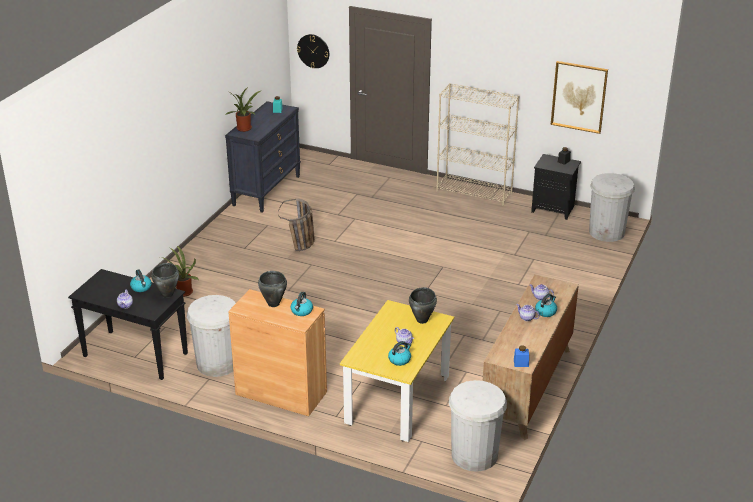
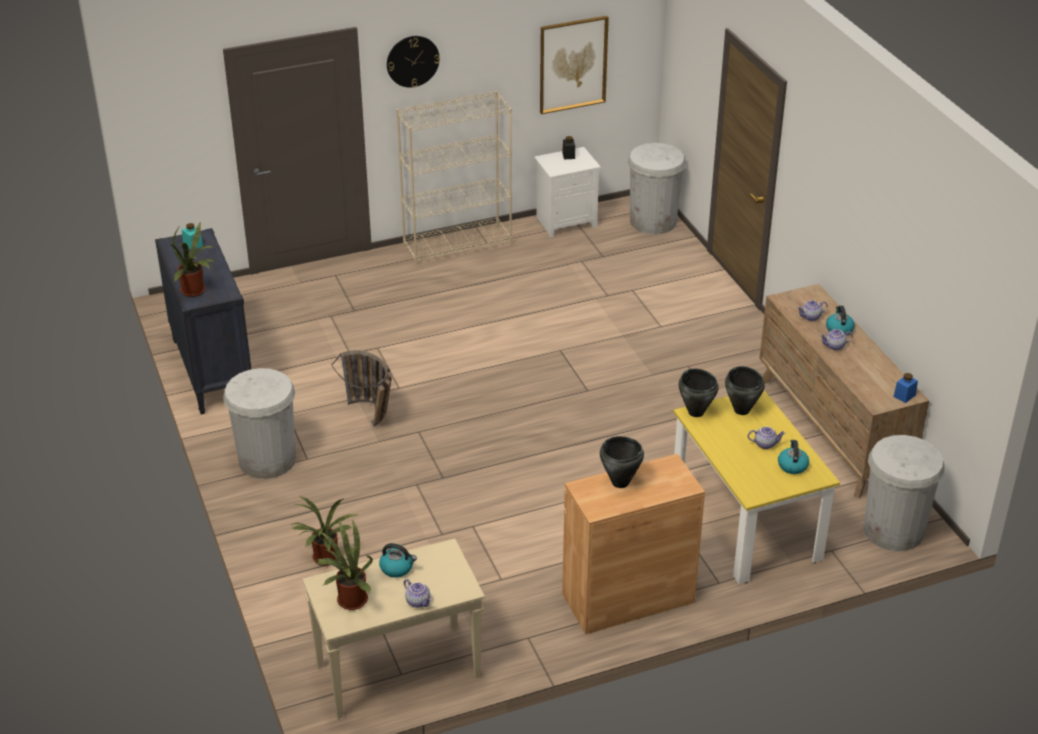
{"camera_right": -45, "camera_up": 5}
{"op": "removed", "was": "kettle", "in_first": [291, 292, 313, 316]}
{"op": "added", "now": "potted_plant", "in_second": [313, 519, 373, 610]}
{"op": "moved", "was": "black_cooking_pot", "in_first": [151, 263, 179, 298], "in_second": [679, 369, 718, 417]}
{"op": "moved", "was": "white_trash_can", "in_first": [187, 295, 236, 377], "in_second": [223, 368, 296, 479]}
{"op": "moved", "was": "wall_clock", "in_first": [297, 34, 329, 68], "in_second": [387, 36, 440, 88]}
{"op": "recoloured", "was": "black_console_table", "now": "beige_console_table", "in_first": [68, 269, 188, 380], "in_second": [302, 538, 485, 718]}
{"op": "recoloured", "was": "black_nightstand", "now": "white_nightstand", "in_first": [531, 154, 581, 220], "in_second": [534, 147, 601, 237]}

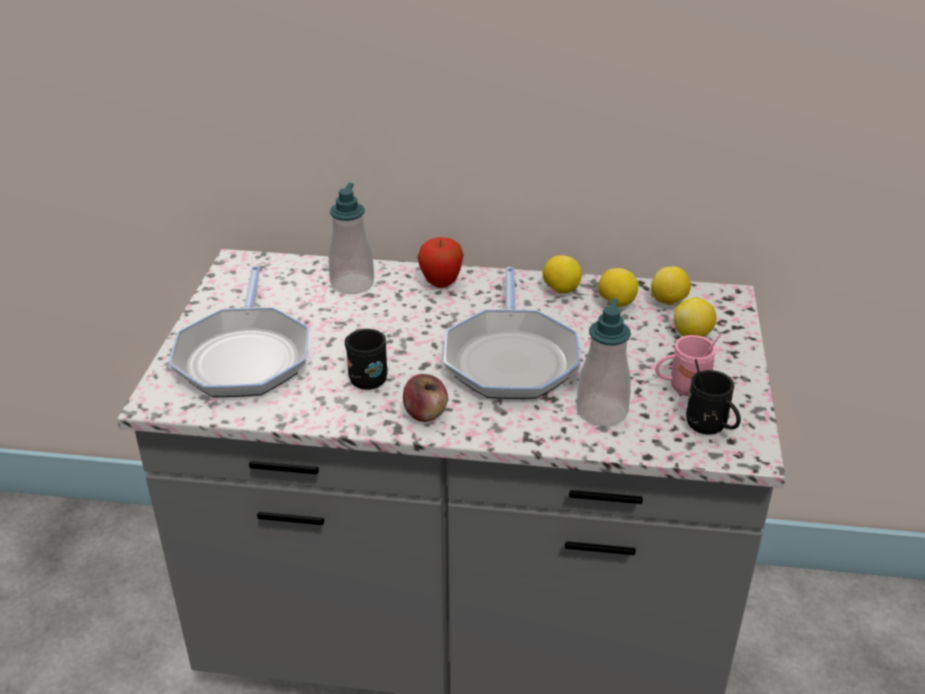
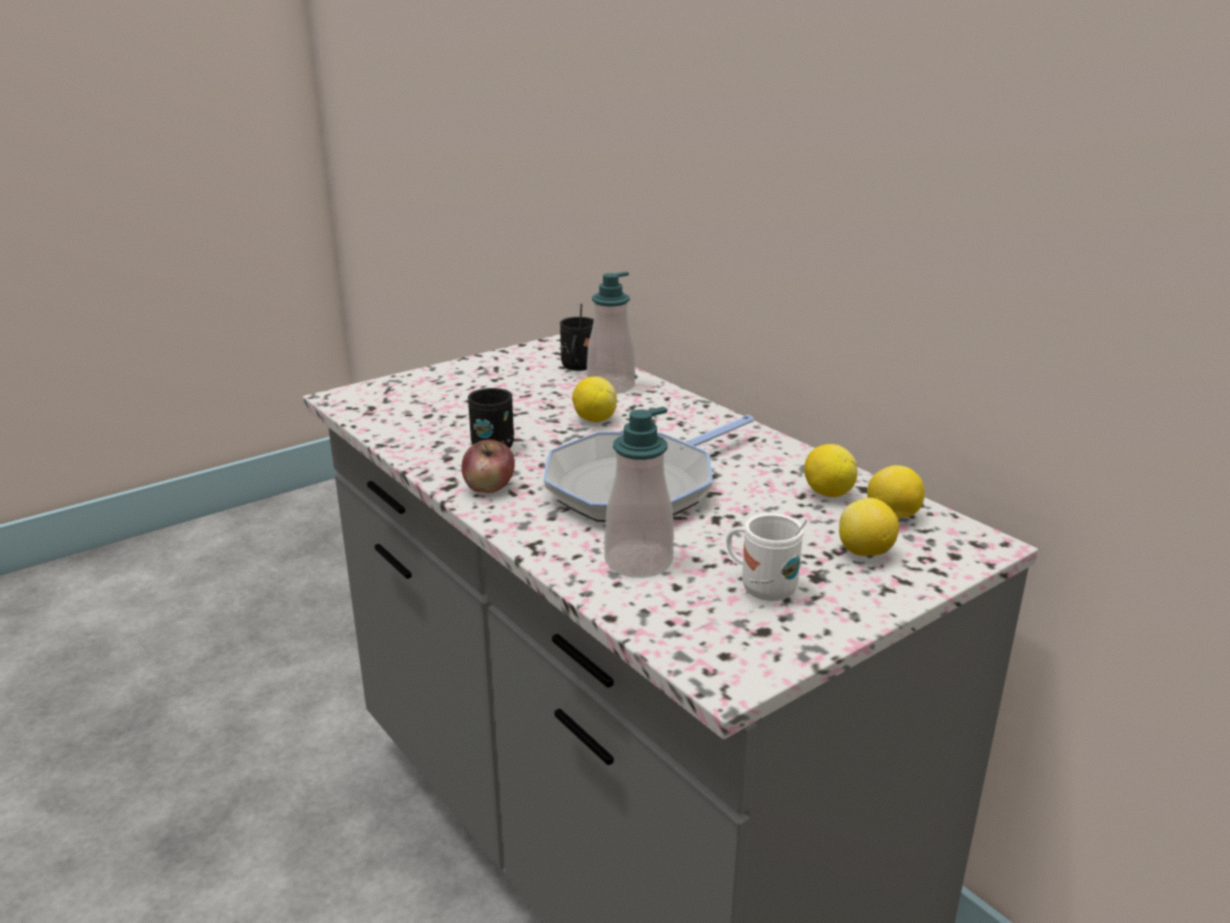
{"camera_right": 45, "camera_up": -10}
{"op": "removed", "was": "frying_pan", "in_first": [169, 265, 309, 397]}
{"op": "removed", "was": "apple", "in_first": [417, 237, 464, 288]}
{"op": "moved", "was": "lemon", "in_first": [543, 255, 582, 294], "in_second": [572, 376, 617, 422]}
{"op": "moved", "was": "black_mug", "in_first": [686, 359, 741, 434], "in_second": [560, 304, 594, 371]}
{"op": "recoloured", "was": "pink_mug", "now": "white_mug", "in_first": [655, 334, 722, 396], "in_second": [726, 513, 807, 601]}

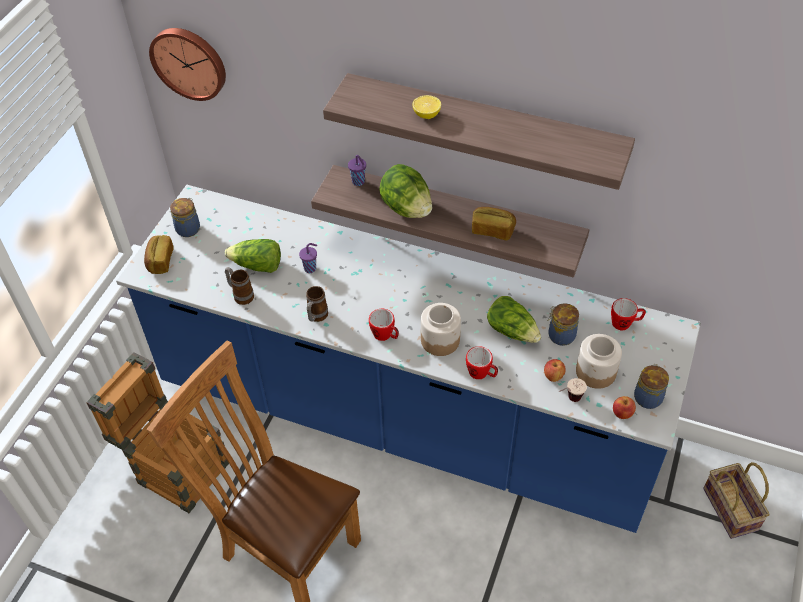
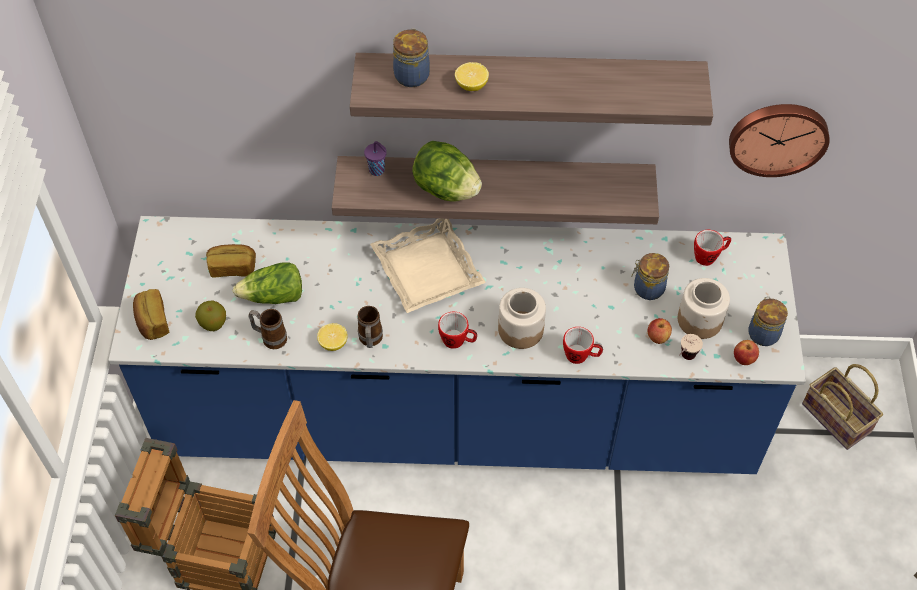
{"camera_right": -20, "camera_up": 5}
{"op": "removed", "was": "purple_cup", "in_first": [299, 243, 317, 273]}
{"op": "removed", "was": "lettuce", "in_first": [487, 296, 541, 343]}
{"op": "added", "now": "apple", "in_second": [195, 301, 226, 331]}
{"op": "added", "now": "lemon", "in_second": [317, 323, 348, 351]}
{"op": "added", "now": "beige_tray", "in_second": [370, 218, 486, 313]}
{"op": "moved", "was": "wall_clock", "in_first": [149, 28, 226, 101], "in_second": [729, 104, 830, 177]}
{"op": "moved", "was": "jar", "in_first": [170, 198, 200, 237], "in_second": [393, 29, 430, 87]}
{"op": "moved", "was": "bread", "in_first": [472, 207, 516, 240], "in_second": [206, 244, 256, 278]}

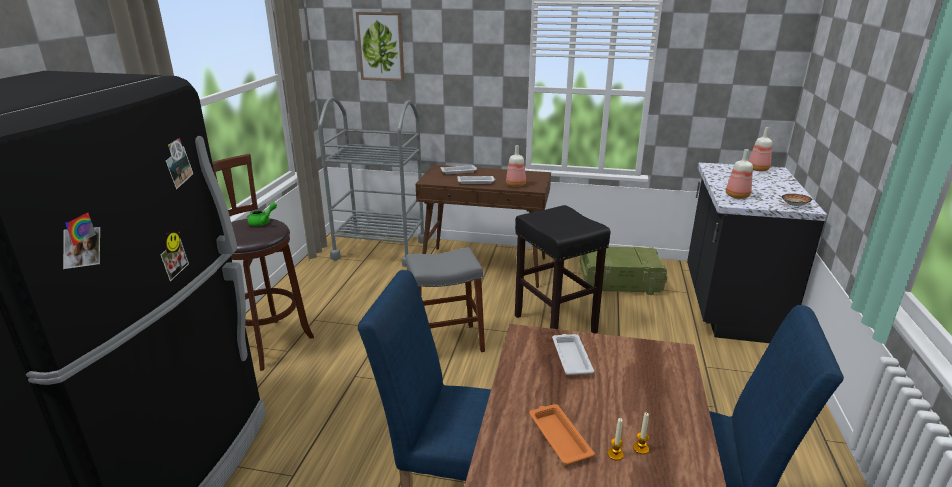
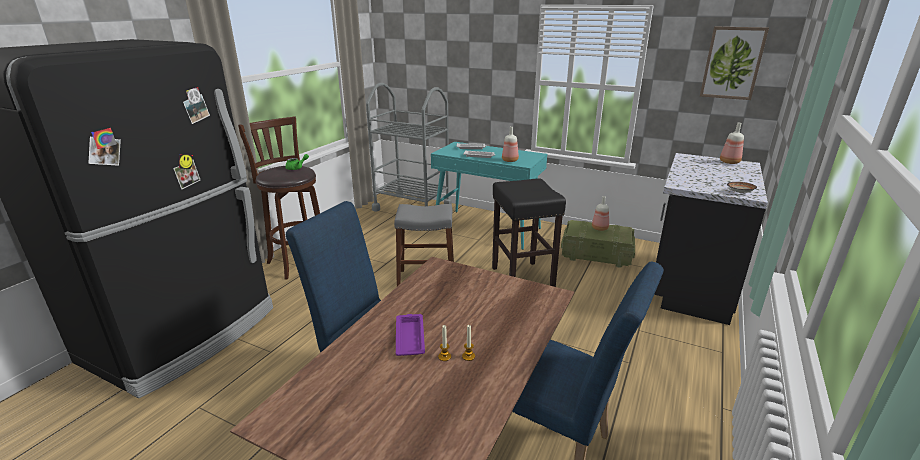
{"camera_right": 15, "camera_up": 0}
{"op": "removed", "was": "white_tray", "in_first": [552, 334, 594, 375]}
{"op": "moved", "was": "picture", "in_first": [356, 12, 405, 81], "in_second": [700, 26, 769, 100]}
{"op": "moved", "was": "bottle", "in_first": [726, 149, 753, 199], "in_second": [592, 196, 609, 231]}
{"op": "recoloured", "was": "brown_console_table", "now": "turquoise_console_table", "in_first": [415, 165, 551, 288], "in_second": [431, 142, 547, 250]}
{"op": "recoloured", "was": "orange_tray", "now": "purple_tray", "in_first": [529, 404, 595, 465], "in_second": [396, 314, 425, 356]}

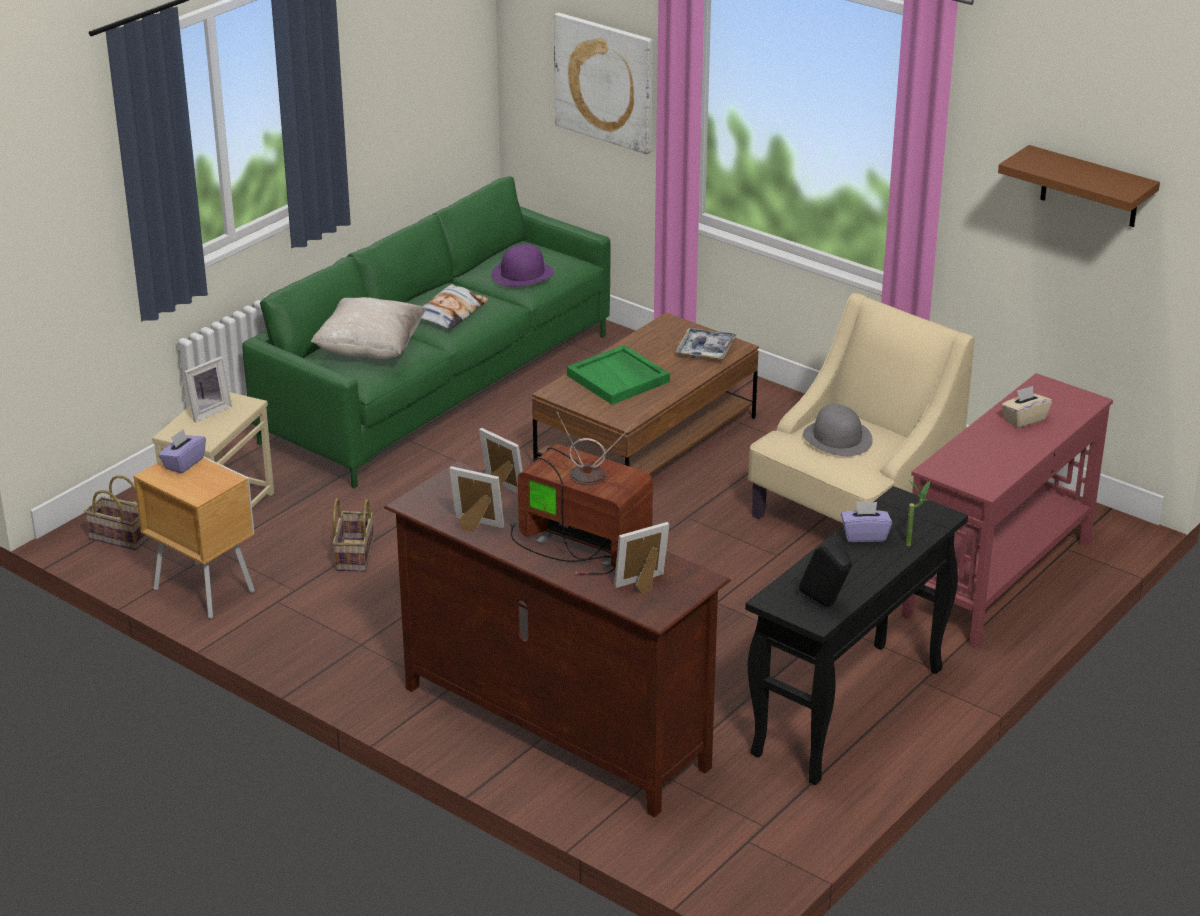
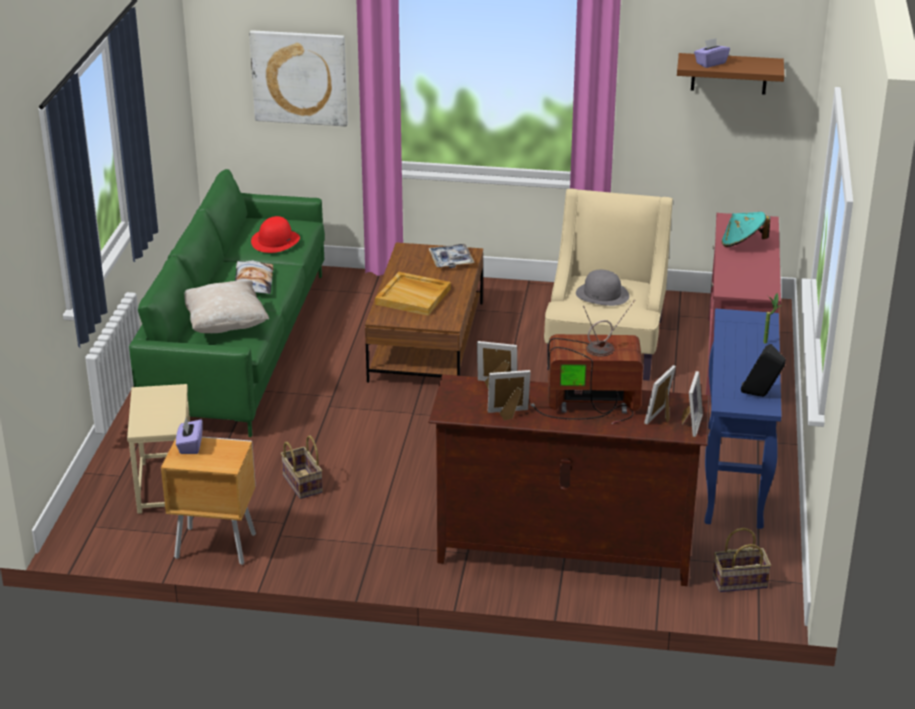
{"camera_right": -30, "camera_up": 0}
{"op": "moved", "was": "basket", "in_first": [84, 475, 150, 551], "in_second": [713, 528, 771, 592]}
{"op": "moved", "was": "picture_frame", "in_first": [184, 356, 232, 422], "in_second": [681, 371, 703, 437]}
{"op": "moved", "was": "purple_tissue_box", "in_first": [841, 501, 892, 542], "in_second": [694, 38, 730, 68]}
{"op": "replaced", "was": "beige_tissue_box", "now": "turquoise_hat", "in_first": [1001, 386, 1052, 428], "in_second": [722, 212, 770, 247]}
{"op": "recoloured", "was": "purple_hat", "now": "red_hat", "in_first": [491, 244, 554, 287], "in_second": [251, 216, 300, 253]}
{"op": "recoloured", "was": "green_tray", "now": "beige_tray", "in_first": [567, 345, 670, 405], "in_second": [375, 272, 451, 316]}
{"op": "recoloured", "was": "black_console_table", "now": "blue_console_table", "in_first": [745, 486, 968, 785], "in_second": [705, 309, 782, 529]}

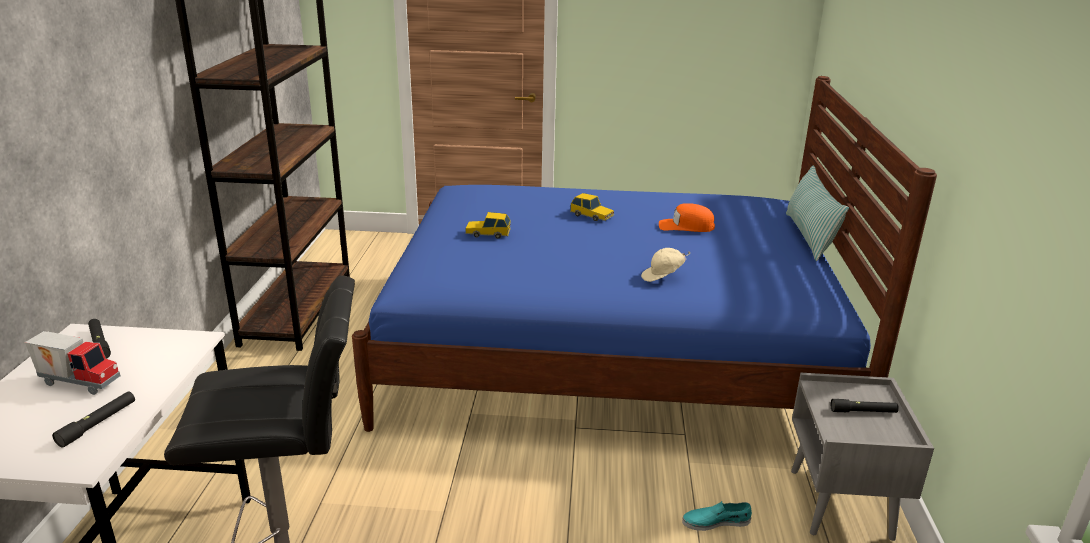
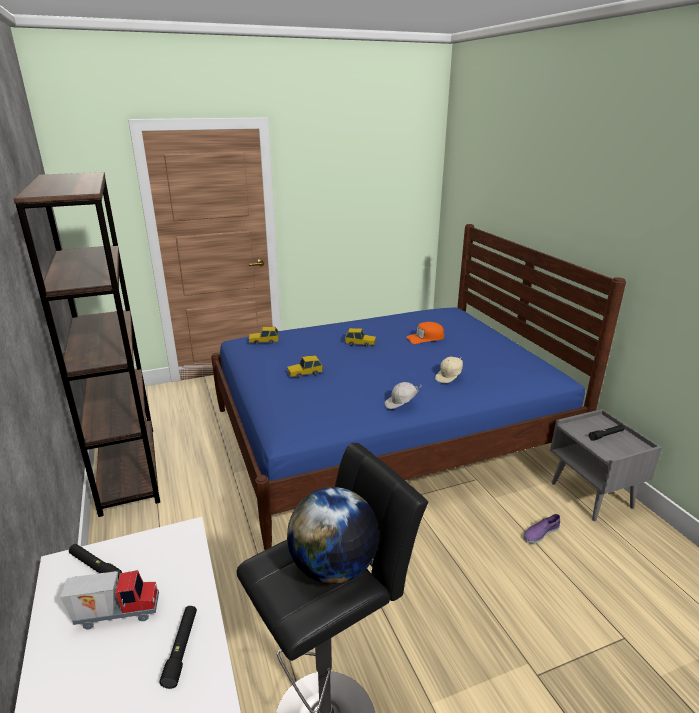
{"camera_right": -25, "camera_up": 0}
{"op": "removed", "was": "pillow", "in_first": [786, 166, 849, 261]}
{"op": "added", "now": "toy_car", "in_second": [249, 327, 279, 344]}
{"op": "added", "now": "globe", "in_second": [287, 487, 379, 584]}
{"op": "added", "now": "white_cap", "in_second": [384, 382, 422, 409]}
{"op": "recoloured", "was": "turquoise_shoe", "now": "purple_shoe", "in_first": [682, 501, 752, 531], "in_second": [523, 514, 560, 544]}

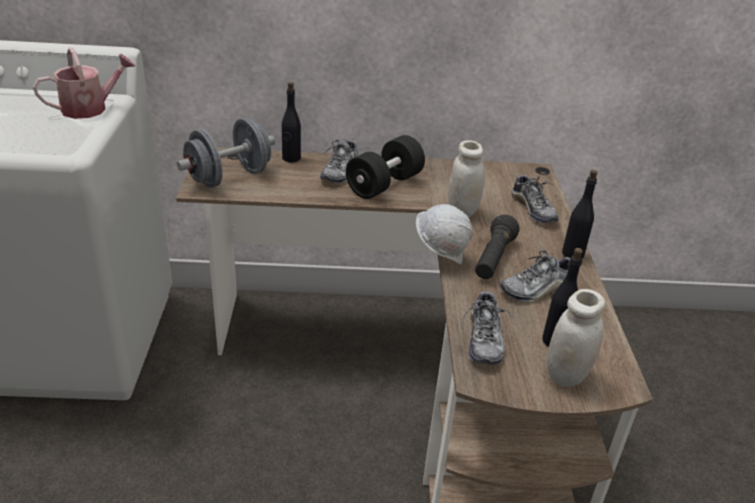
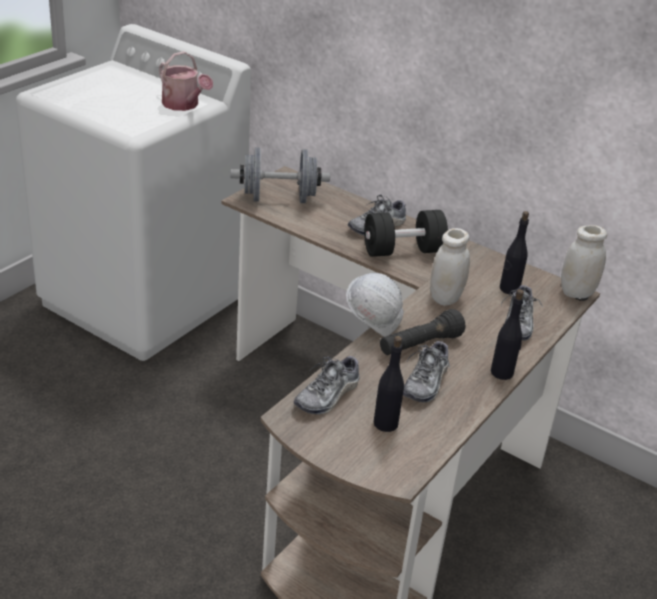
{"camera_right": 35, "camera_up": 0}
{"op": "moved", "was": "black_bottle", "in_first": [282, 82, 301, 163], "in_second": [500, 211, 529, 295]}
{"op": "moved", "was": "white_jar", "in_first": [547, 289, 605, 388], "in_second": [561, 225, 607, 298]}
{"op": "turned", "was": "watering_can", "in_first": [33, 47, 135, 119], "in_second": [159, 51, 213, 111], "clockwise": 45}
{"op": "turned", "was": "shoe", "in_first": [500, 250, 571, 303], "in_second": [403, 340, 450, 403], "clockwise": -75}

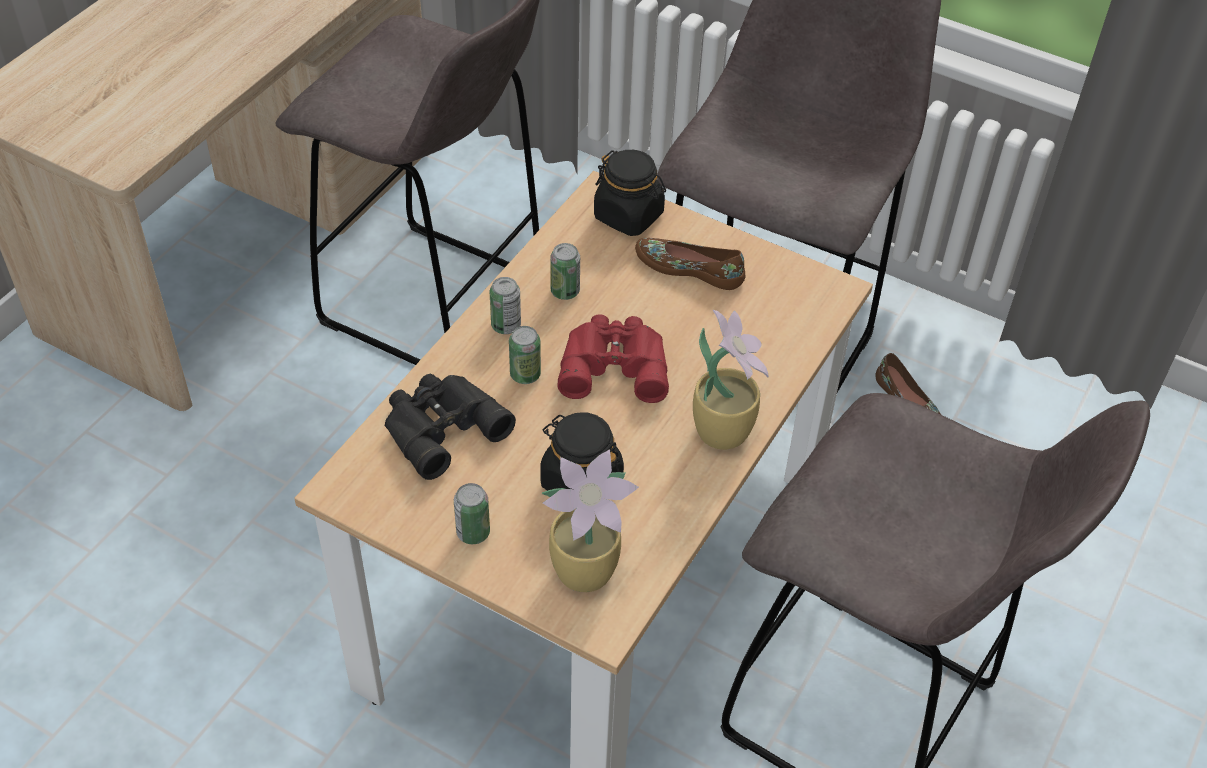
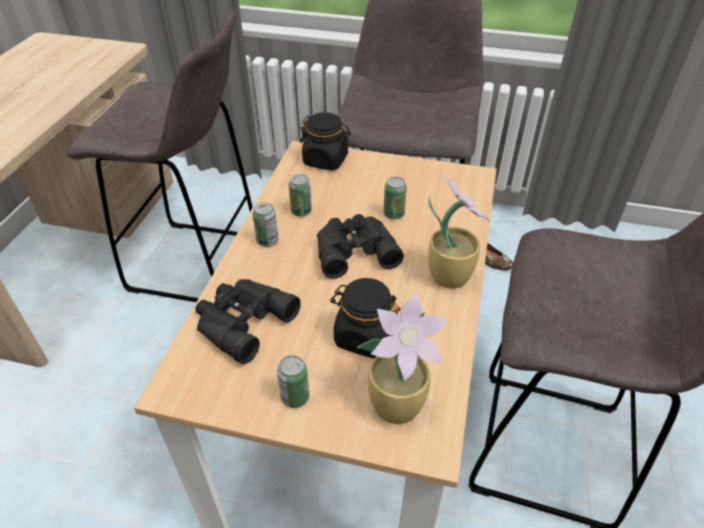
{"camera_right": -15, "camera_up": -5}
{"op": "removed", "was": "brown_shoe", "in_first": [635, 238, 745, 290]}
{"op": "moved", "was": "can", "in_first": [509, 326, 541, 384], "in_second": [384, 177, 407, 219]}
{"op": "recoloured", "was": "red_binoculars", "now": "black_binoculars", "in_first": [557, 314, 669, 403], "in_second": [317, 214, 404, 278]}

